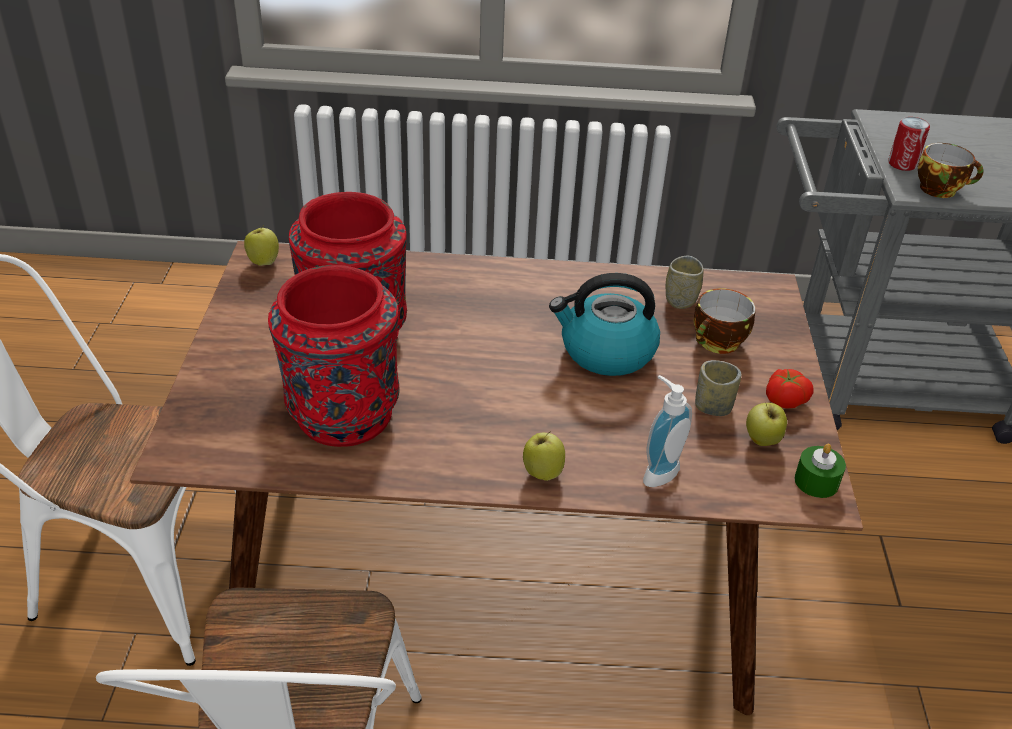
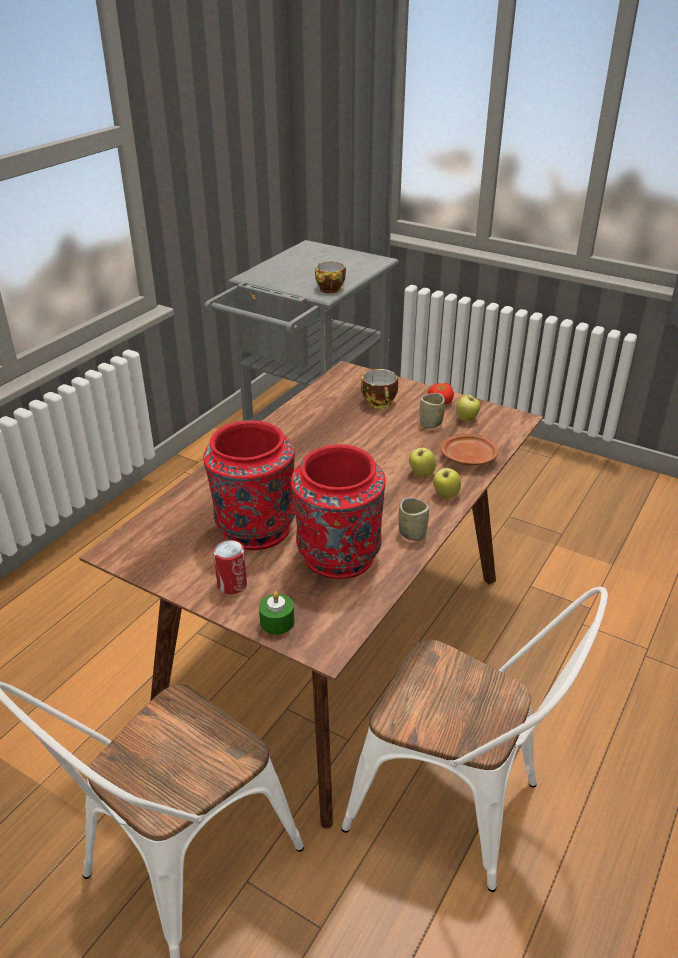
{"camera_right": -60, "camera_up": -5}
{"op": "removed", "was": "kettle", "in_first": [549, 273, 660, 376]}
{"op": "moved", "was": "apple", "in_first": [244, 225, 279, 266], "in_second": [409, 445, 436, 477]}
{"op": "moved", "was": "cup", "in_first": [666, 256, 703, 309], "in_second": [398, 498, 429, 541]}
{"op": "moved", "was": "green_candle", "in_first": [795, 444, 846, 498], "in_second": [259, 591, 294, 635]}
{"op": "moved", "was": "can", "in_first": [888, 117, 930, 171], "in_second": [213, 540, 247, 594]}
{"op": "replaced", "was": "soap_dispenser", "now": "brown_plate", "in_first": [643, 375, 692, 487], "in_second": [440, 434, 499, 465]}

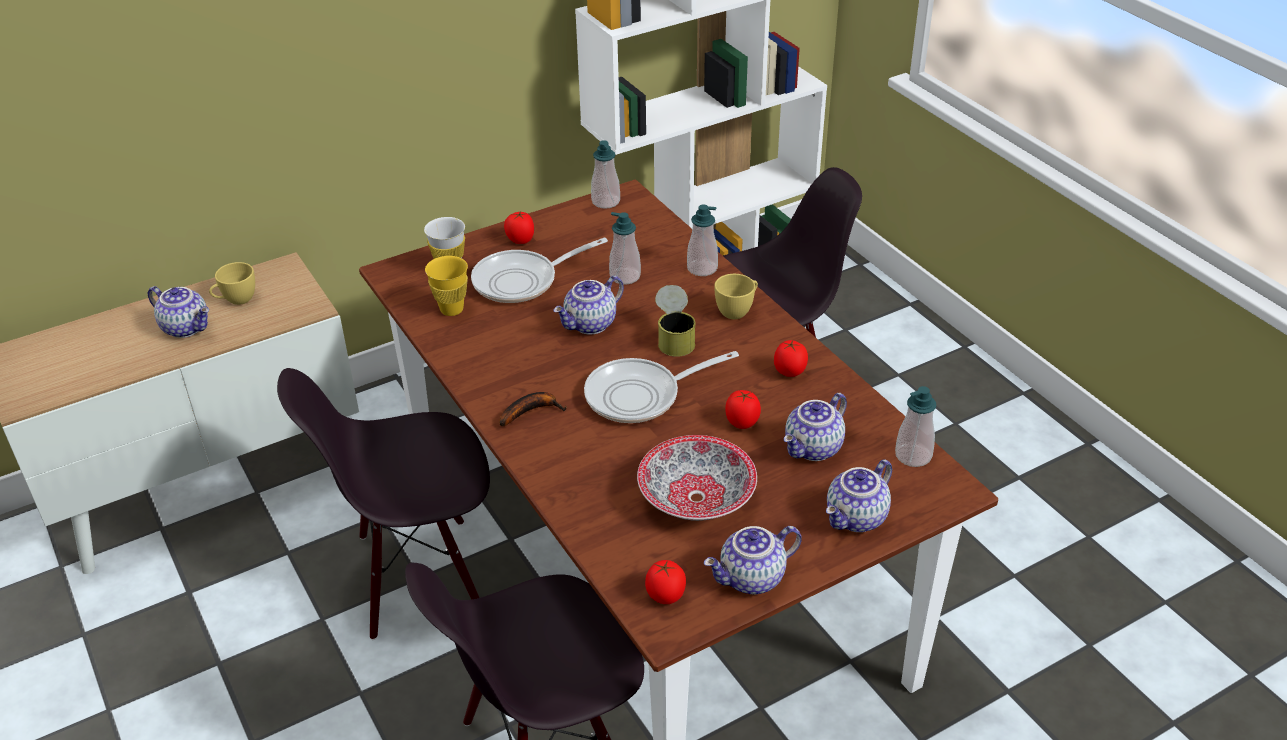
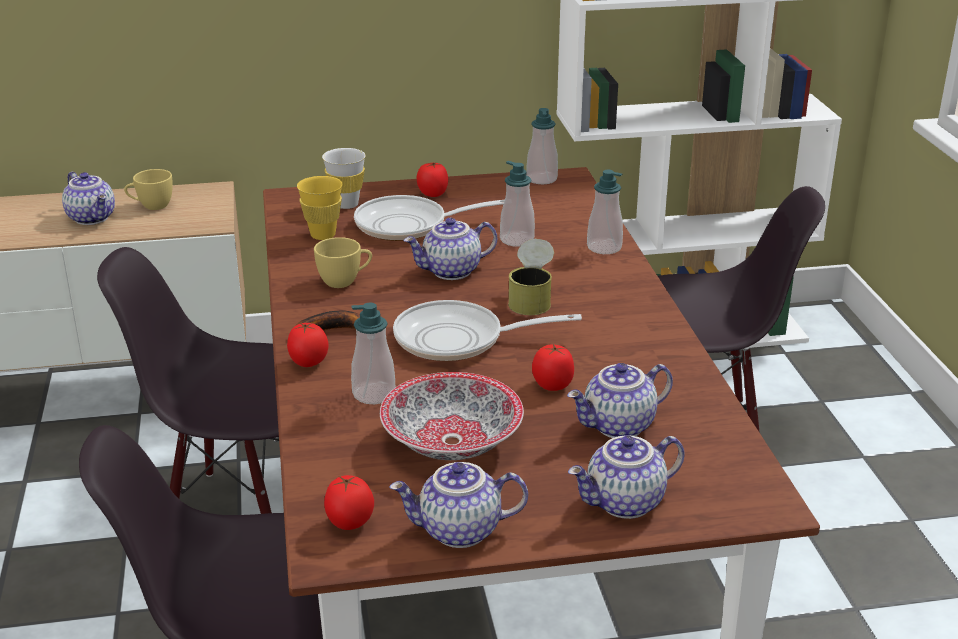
{"camera_right": 20, "camera_up": -10}
{"op": "moved", "was": "yellow_cup", "in_first": [715, 274, 758, 319], "in_second": [314, 237, 372, 288]}
{"op": "moved", "was": "tomato", "in_first": [774, 340, 808, 377], "in_second": [287, 323, 329, 367]}
{"op": "moved", "was": "soap_dispenser", "in_first": [895, 386, 936, 467], "in_second": [351, 303, 395, 404]}

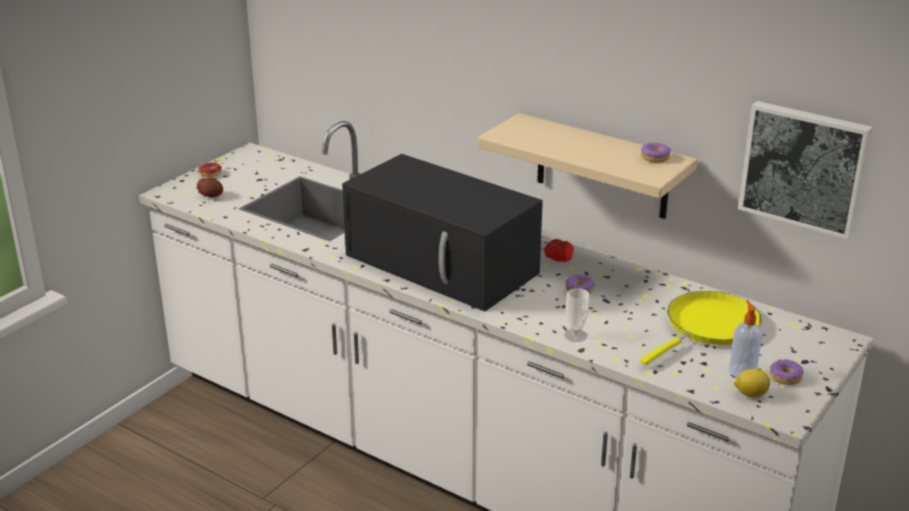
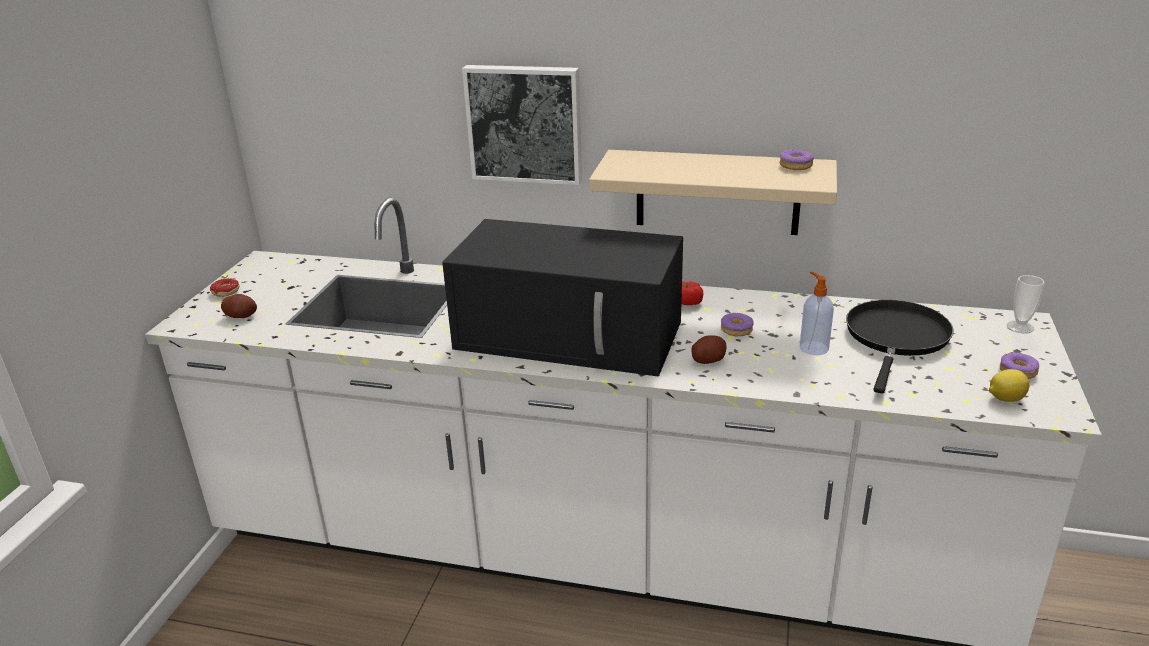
{"camera_right": -20, "camera_up": 0}
{"op": "added", "now": "potato", "in_second": [691, 335, 726, 364]}
{"op": "moved", "was": "cup", "in_first": [564, 288, 590, 342], "in_second": [1007, 275, 1045, 334]}
{"op": "moved", "was": "soap_dispenser", "in_first": [729, 300, 762, 378], "in_second": [800, 271, 834, 355]}
{"op": "moved", "was": "picture", "in_first": [738, 101, 873, 239], "in_second": [462, 65, 582, 185]}
{"op": "recoloured", "was": "yellow_frying_pan", "now": "black_frying_pan", "in_first": [640, 291, 762, 365], "in_second": [846, 300, 953, 393]}

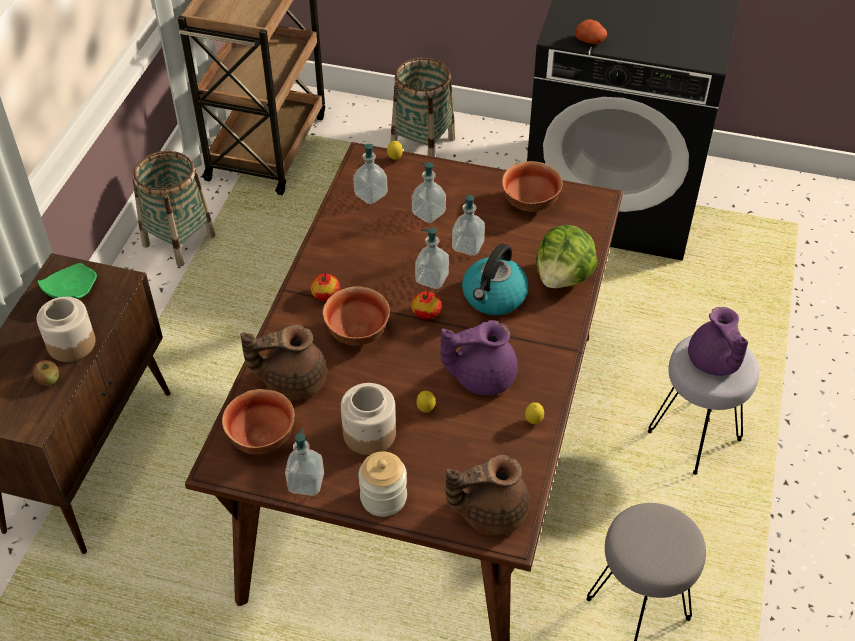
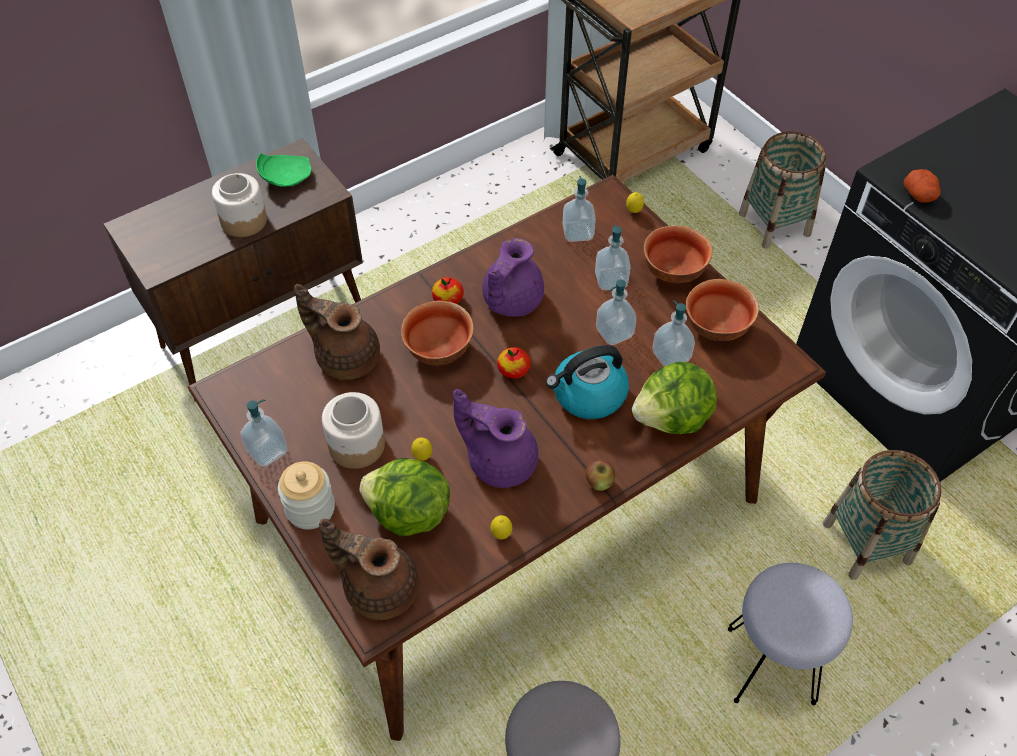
{"camera_right": 40, "camera_up": 5}
{"op": "added", "now": "lettuce", "in_second": [360, 458, 450, 536]}
{"op": "moved", "was": "apple", "in_first": [32, 360, 59, 386], "in_second": [586, 459, 615, 491]}
{"op": "moved", "was": "basket", "in_first": [133, 151, 216, 267], "in_second": [823, 450, 941, 580]}
{"op": "moved", "was": "bowl", "in_first": [222, 389, 295, 454], "in_second": [644, 225, 713, 283]}
{"op": "moved", "was": "soap_dispenser", "in_first": [415, 227, 449, 289], "in_second": [652, 300, 695, 366]}
{"op": "moved", "was": "purple_teapot", "in_first": [688, 307, 748, 376], "in_second": [482, 238, 544, 317]}

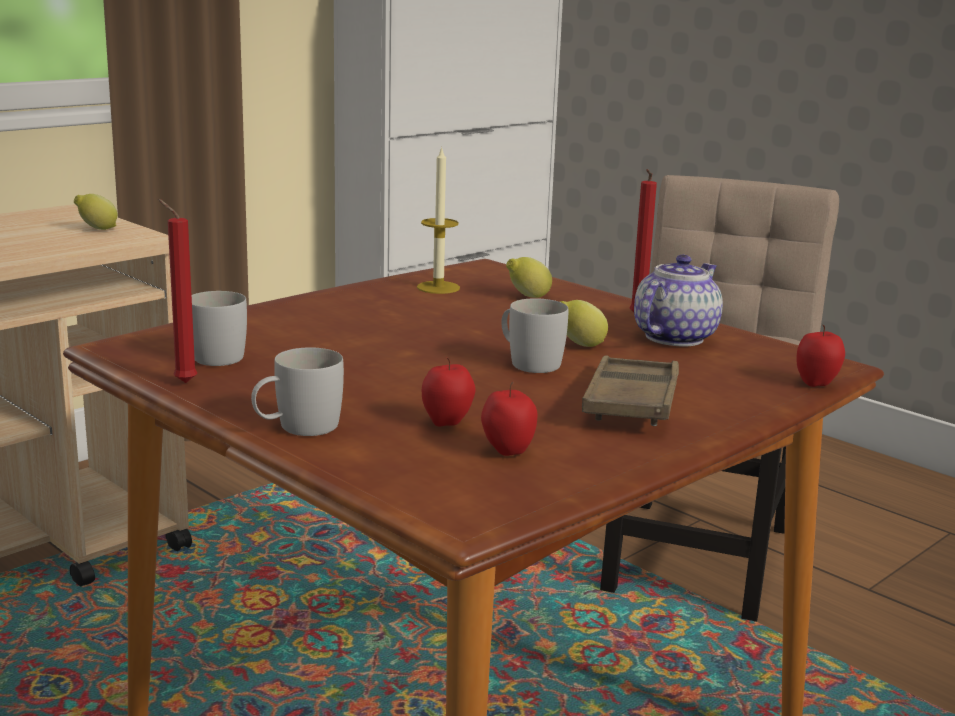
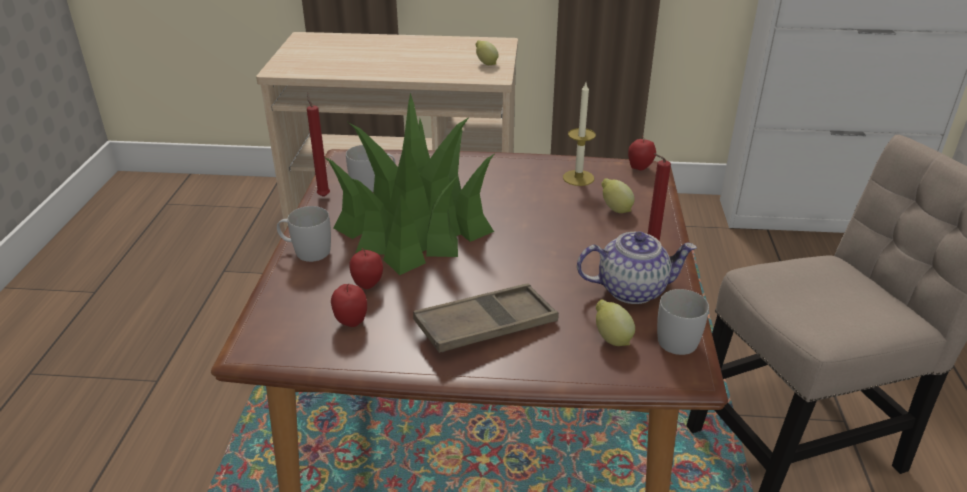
{"camera_right": 50, "camera_up": 15}
{"op": "added", "now": "potted_plant", "in_second": [323, 93, 494, 275]}
{"op": "moved", "was": "white_mug", "in_first": [501, 298, 568, 373], "in_second": [657, 289, 709, 355]}
{"op": "moved", "was": "lemon", "in_first": [560, 300, 608, 347], "in_second": [596, 299, 635, 346]}
{"op": "moved", "was": "apple", "in_first": [796, 325, 845, 387], "in_second": [628, 136, 656, 171]}

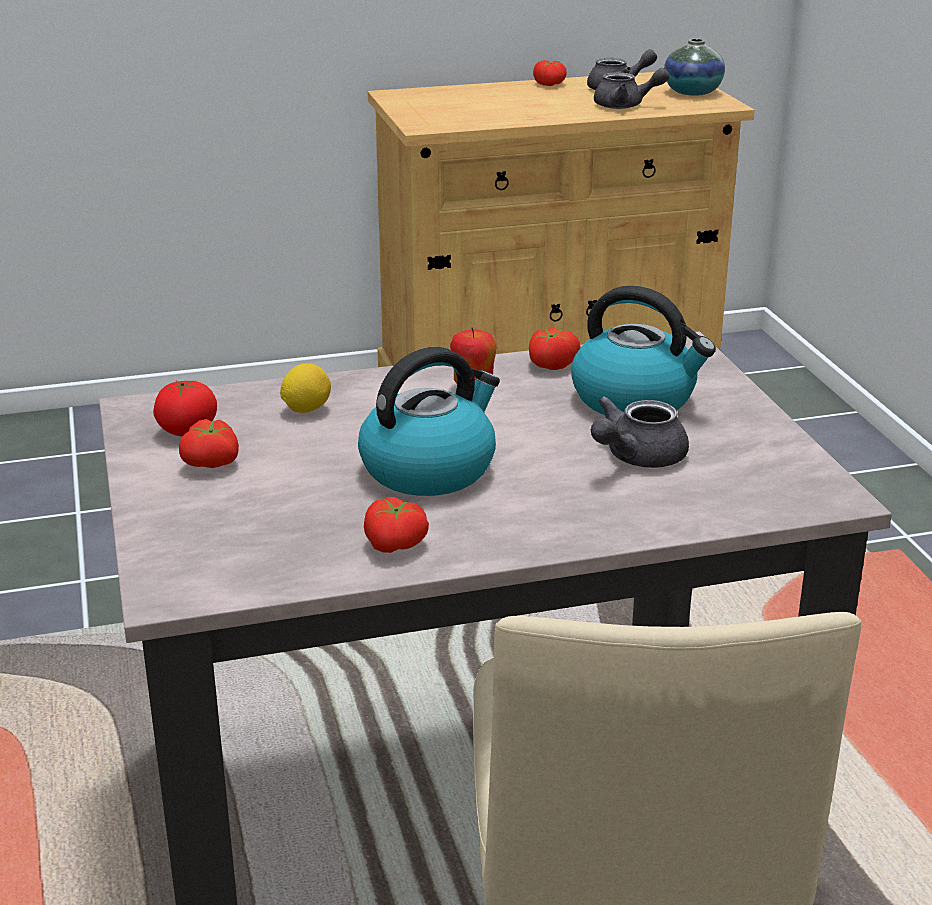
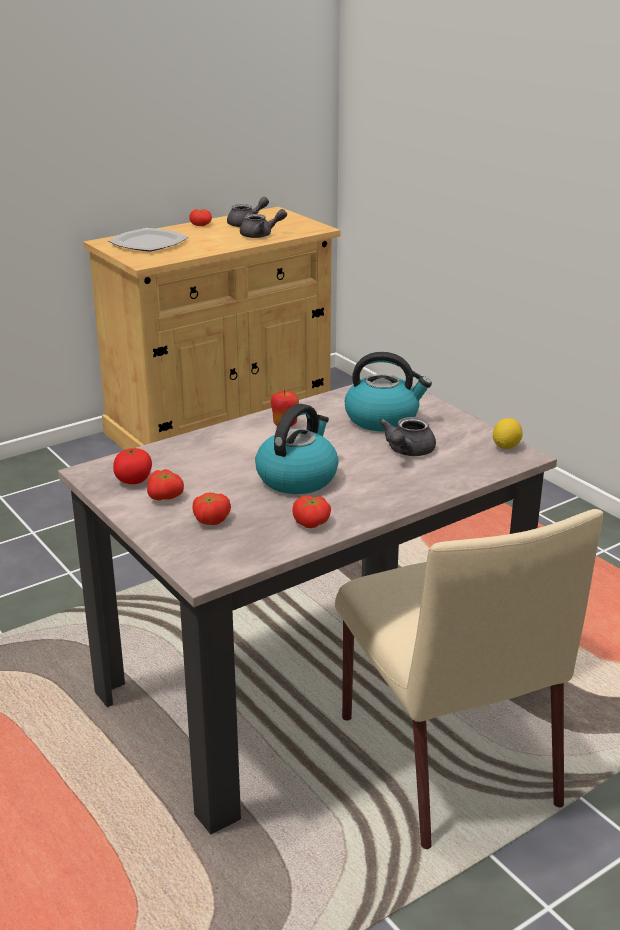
{"camera_right": -20, "camera_up": 0}
{"op": "removed", "was": "vase", "in_first": [664, 39, 725, 96]}
{"op": "added", "now": "plate", "in_second": [108, 228, 188, 251]}
{"op": "moved", "was": "lemon", "in_first": [280, 364, 331, 413], "in_second": [493, 418, 523, 449]}
{"op": "moved", "was": "tomato", "in_first": [529, 328, 581, 370], "in_second": [192, 493, 231, 525]}

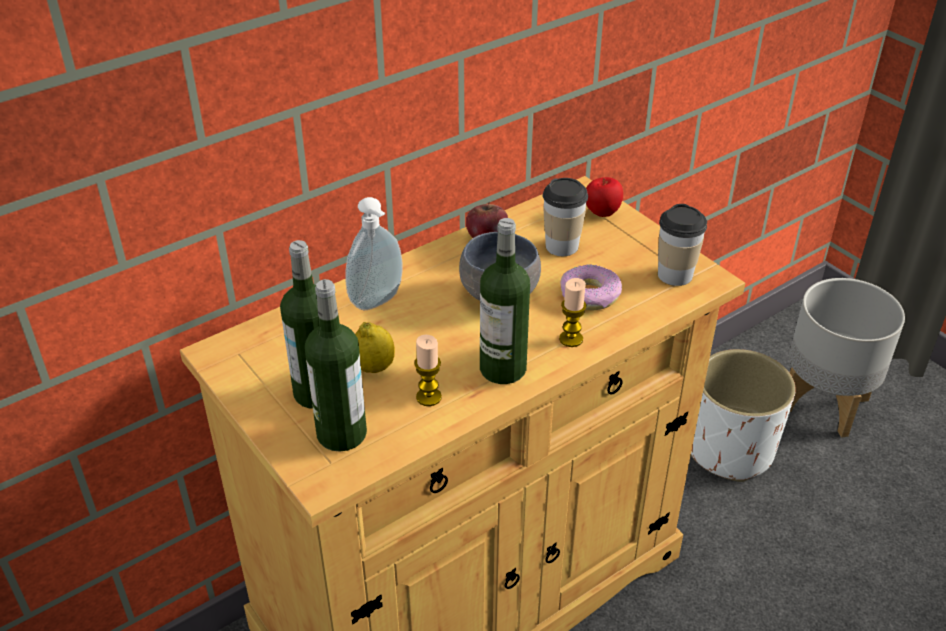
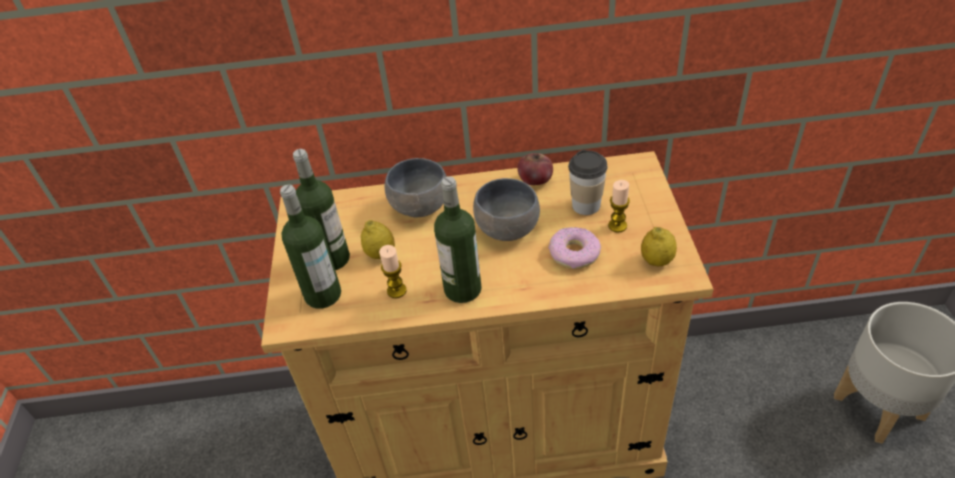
{"camera_right": 35, "camera_up": 5}
{"op": "removed", "was": "apple", "in_first": [586, 177, 623, 217]}
{"op": "removed", "was": "white_planter", "in_first": [691, 349, 796, 482]}
{"op": "moved", "was": "candle", "in_first": [559, 278, 586, 347], "in_second": [608, 180, 630, 233]}
{"op": "replaced", "was": "soap_dispenser", "now": "grey_bowl", "in_first": [345, 197, 403, 310], "in_second": [385, 158, 447, 217]}
{"op": "replaced", "was": "cup", "now": "lemon", "in_first": [658, 204, 707, 286], "in_second": [641, 227, 677, 266]}

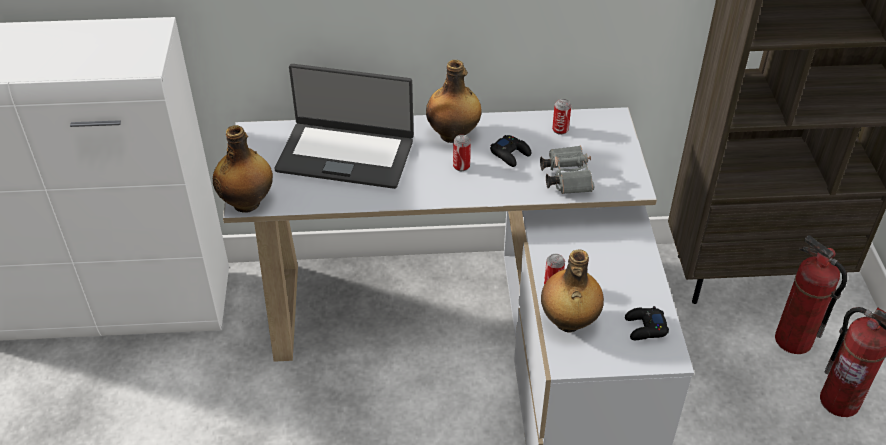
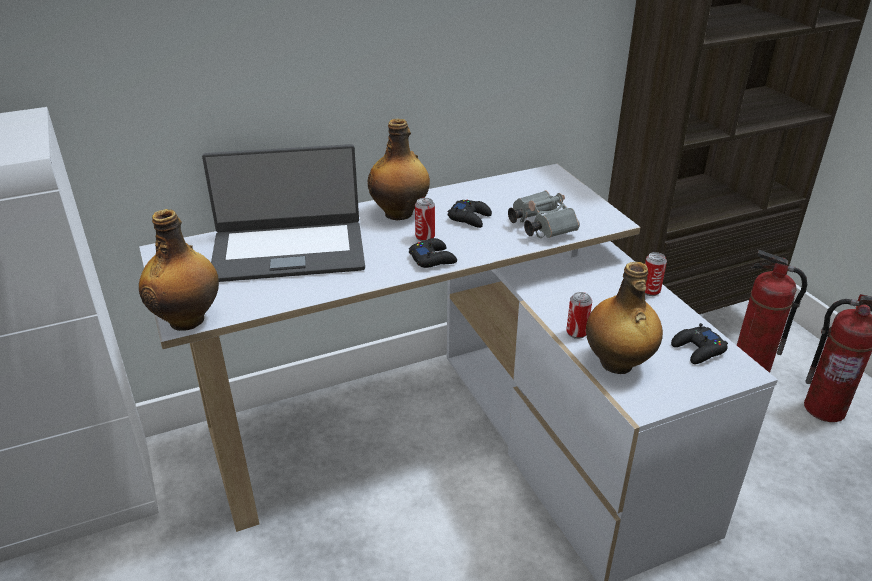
{"camera_right": -20, "camera_up": -10}
{"op": "added", "now": "black_game_controller", "in_second": [409, 238, 457, 268]}
{"op": "moved", "was": "can", "in_first": [552, 99, 571, 135], "in_second": [645, 252, 667, 296]}

